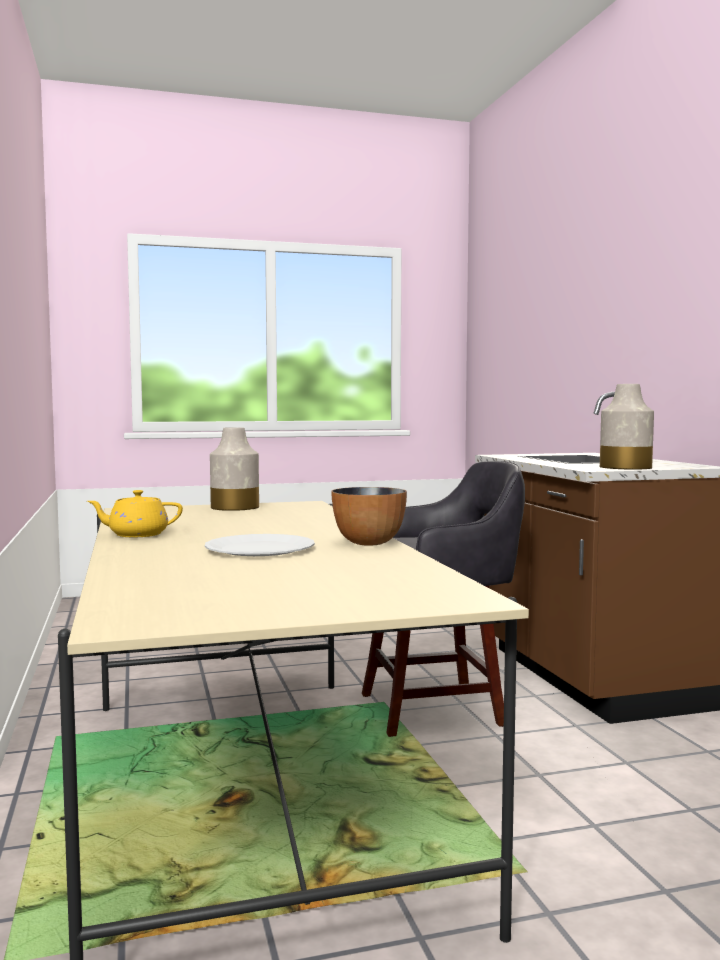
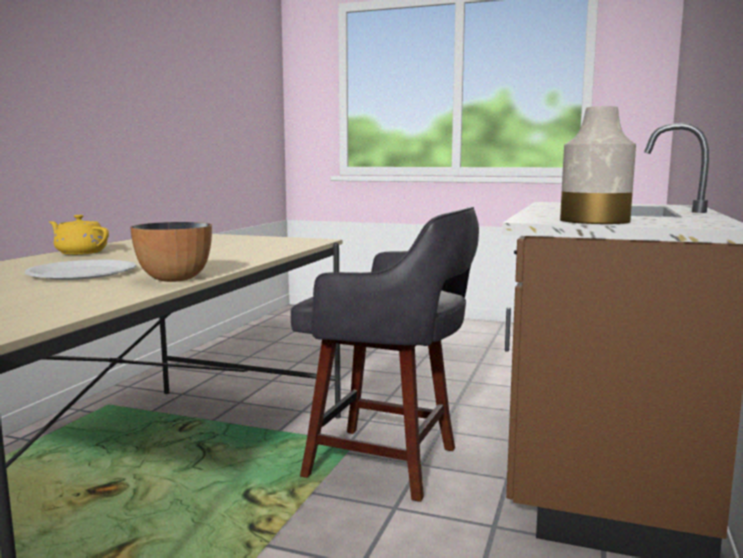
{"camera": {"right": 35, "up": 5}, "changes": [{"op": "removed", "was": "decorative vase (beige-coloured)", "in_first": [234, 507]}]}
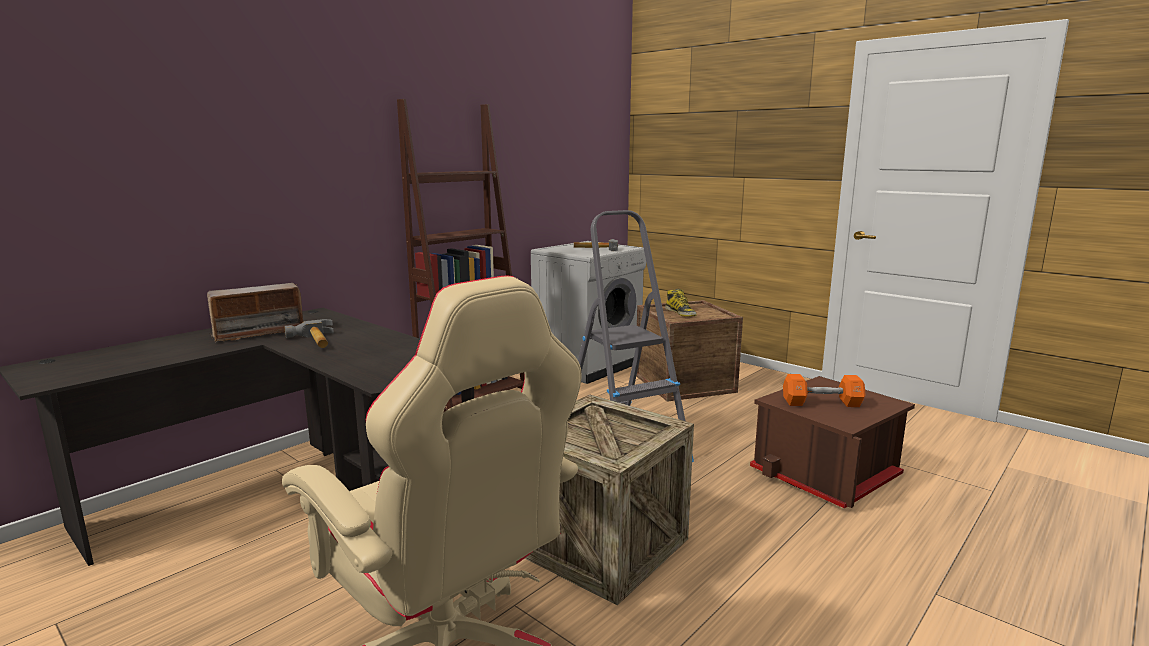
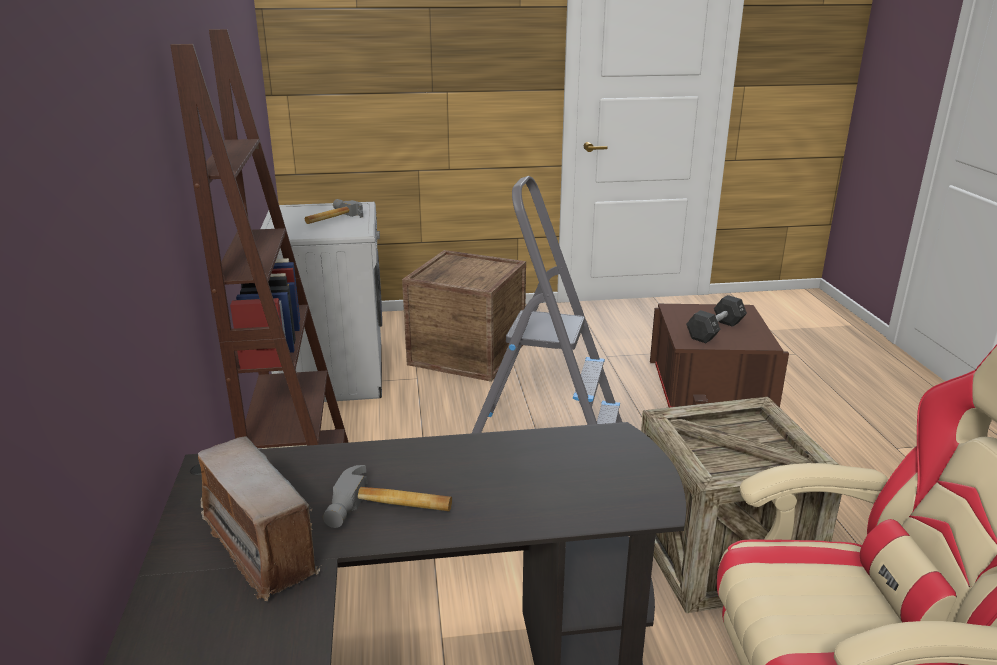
{"camera": {"right": -50, "up": 10}, "changes": [{"op": "turned", "was": "radio set", "in_first": [259, 333], "in_second": [261, 546], "clockwise": 135}, {"op": "recoloured", "was": "free weight (orangey)", "now": "free weight (blackish)", "in_first": [822, 403], "in_second": [715, 330]}, {"op": "removed", "was": "boot", "in_first": [681, 313]}]}
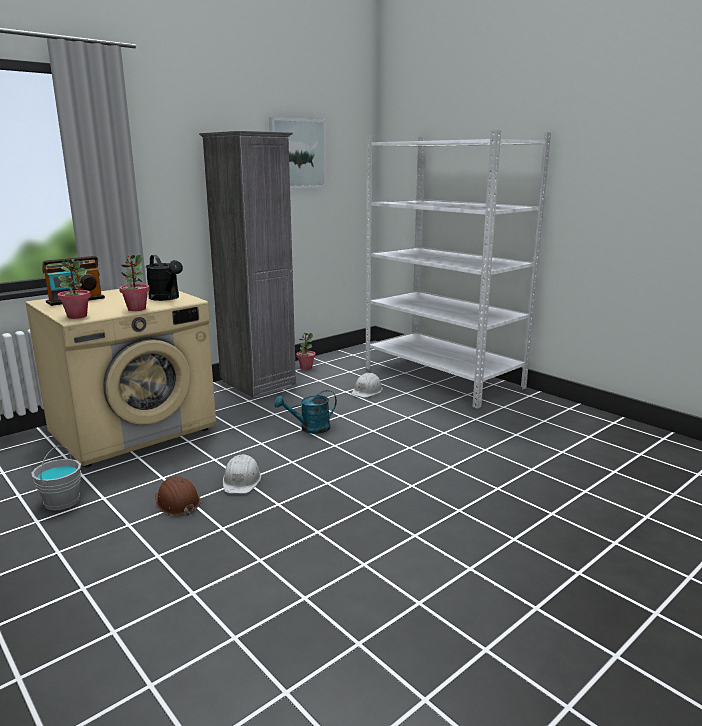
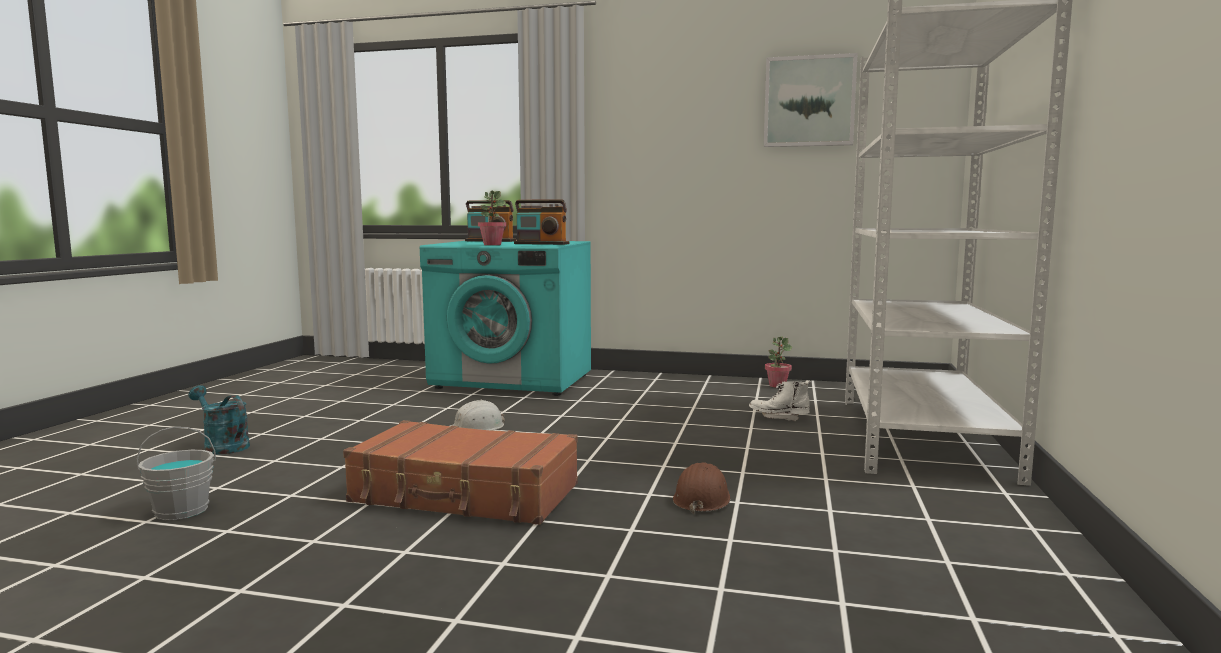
{"camera": {"right": 55, "up": -10}, "changes": [{"op": "moved", "was": "bucket (greyish)", "in_first": [61, 501], "in_second": [182, 510]}, {"op": "moved", "was": "watering can (turquoise)", "in_first": [310, 428], "in_second": [222, 446]}, {"op": "added", "now": "suitcase (brown-coloured)", "in_second": [465, 494]}, {"op": "recoloured", "was": "laundry machine (beige-coloured)", "now": "laundry machine (turquoise)", "in_first": [135, 433], "in_second": [513, 382]}, {"op": "replaced", "was": "watering can (blackish)", "now": "radio set", "in_first": [166, 298], "in_second": [541, 244]}, {"op": "moved", "was": "safety helmet (brown-coloured)", "in_first": [177, 502], "in_second": [701, 498]}, {"op": "replaced", "was": "safety helmet (whitish)", "now": "boot (whitish)", "in_first": [367, 391], "in_second": [779, 417]}, {"op": "removed", "was": "plant in a pot", "in_first": [77, 316]}, {"op": "removed", "was": "cabinet (greyish)", "in_first": [259, 383]}]}
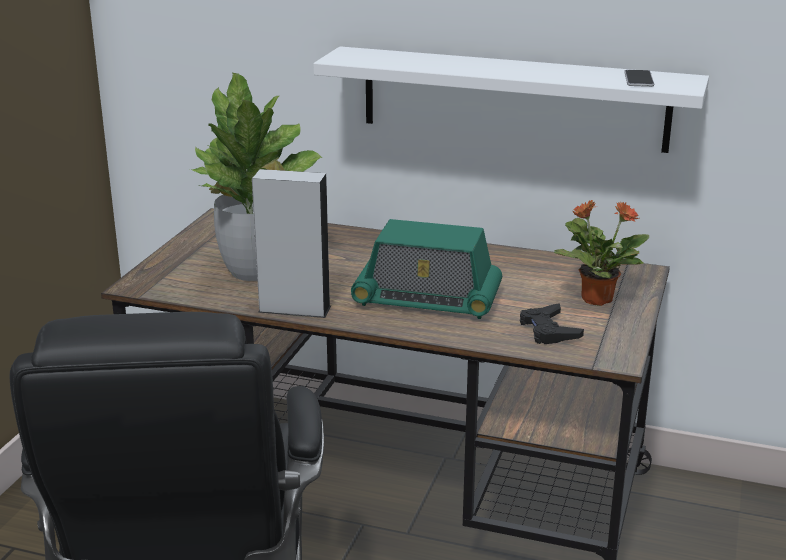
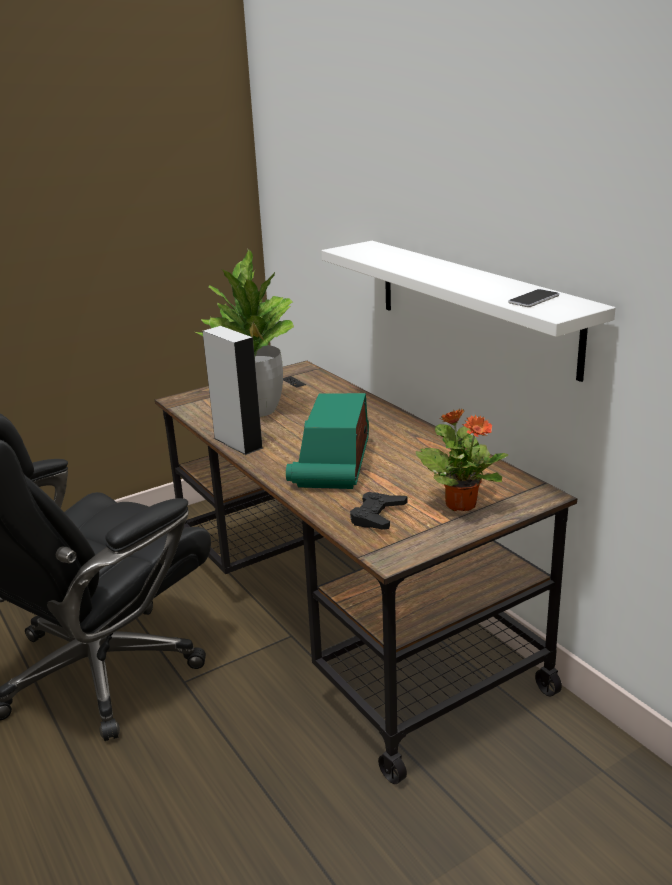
{"camera": {"right": 40, "up": 0}, "changes": [{"op": "turned", "was": "radio set", "in_first": [427, 299], "in_second": [332, 463], "clockwise": 45}]}
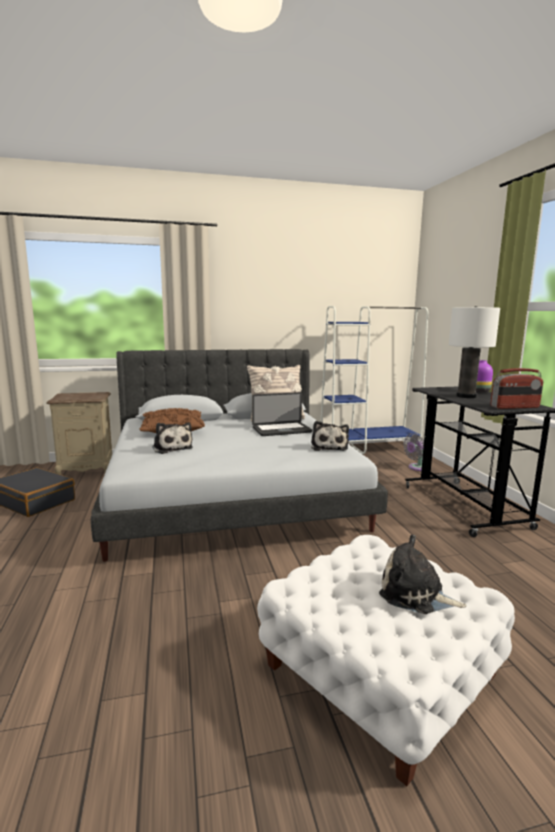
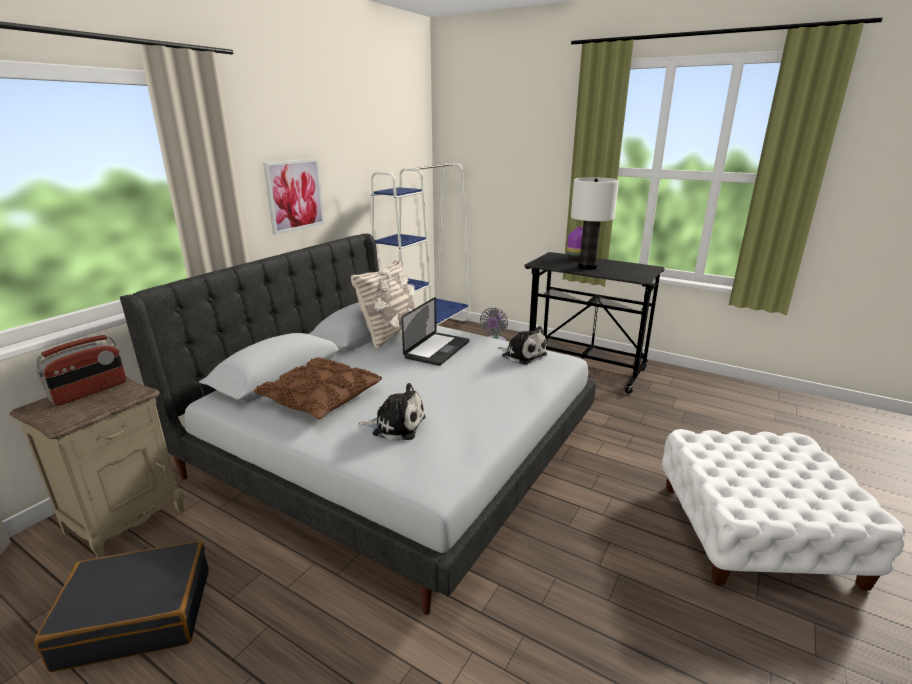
{"camera": {"right": -45, "up": 10}, "changes": [{"op": "moved", "was": "radio set", "in_first": [515, 407], "in_second": [90, 391]}, {"op": "added", "now": "picture", "in_second": [295, 195]}, {"op": "removed", "was": "cuddly toy", "in_first": [415, 594]}]}
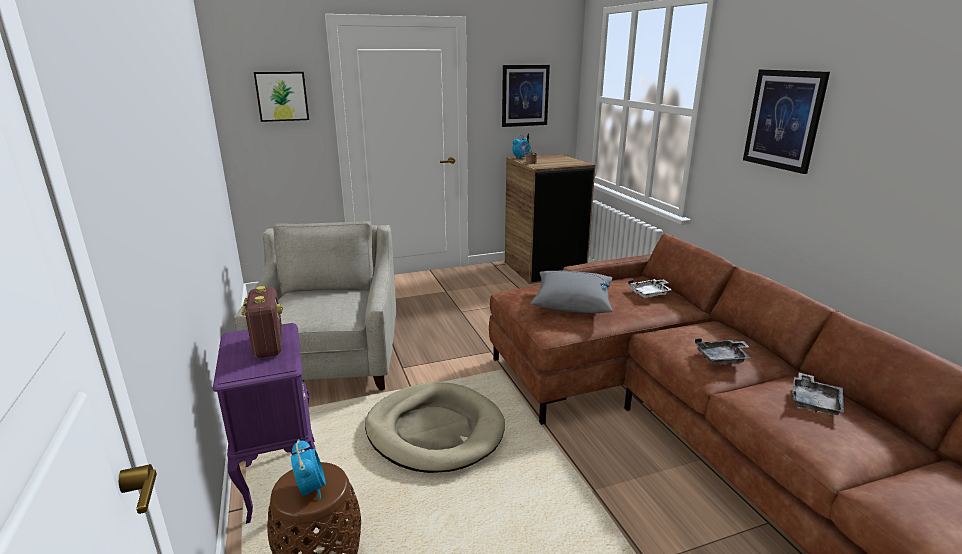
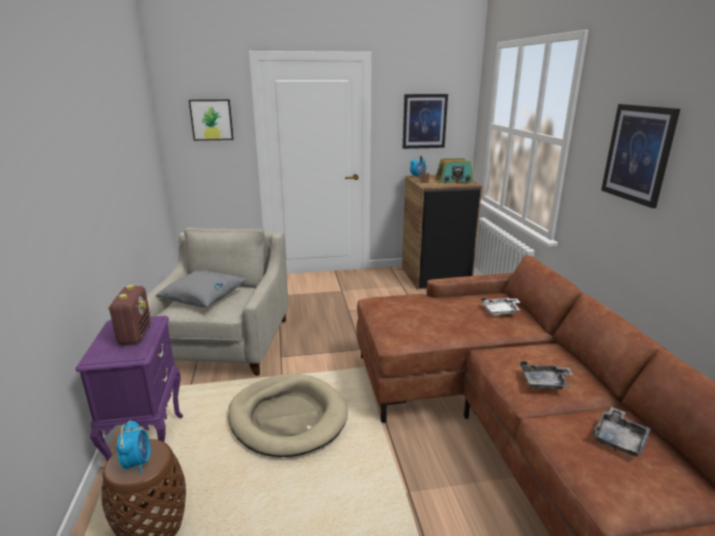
{"camera": {"right": 10, "up": 0}, "changes": [{"op": "moved", "was": "cushion (greyish)", "in_first": [572, 304], "in_second": [203, 298]}, {"op": "added", "now": "radio set", "in_second": [454, 181]}]}
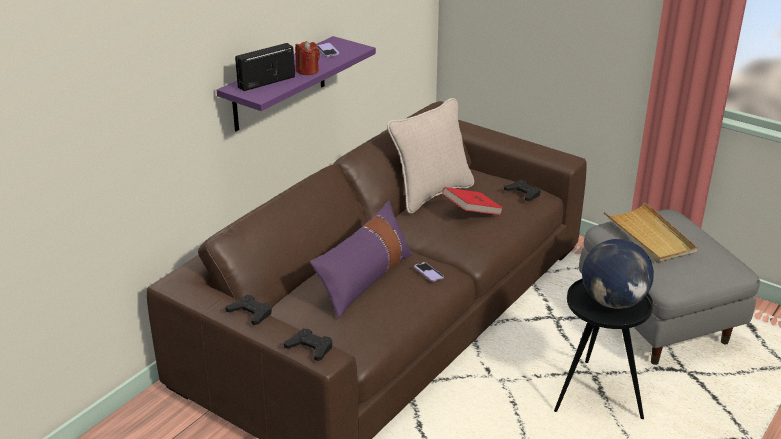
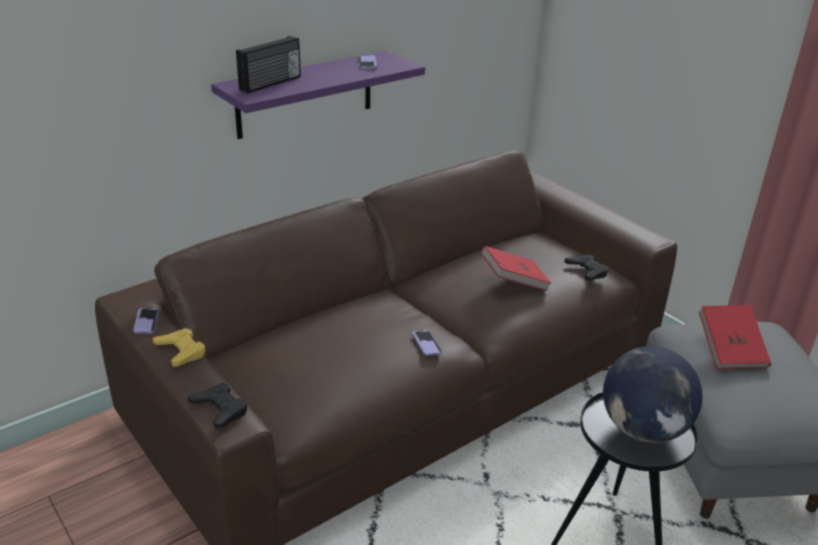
{"camera": {"right": 15, "up": 0}, "changes": [{"op": "added", "now": "phone", "in_second": [146, 322]}, {"op": "recoloured", "was": "game controller (blackish)", "now": "game controller (yellowish)", "in_first": [250, 313], "in_second": [181, 351]}, {"op": "turned", "was": "radio set", "in_first": [266, 82], "in_second": [271, 83], "clockwise": 150}, {"op": "replaced", "was": "carrying tray (beige-coloured)", "now": "volume (reddish)", "in_first": [649, 236], "in_second": [730, 351]}, {"op": "removed", "was": "wax light (reddish)", "in_first": [307, 71]}, {"op": "removed", "was": "cushion (purplish)", "in_first": [365, 280]}, {"op": "removed", "was": "cushion (beige-coloured)", "in_first": [431, 193]}]}
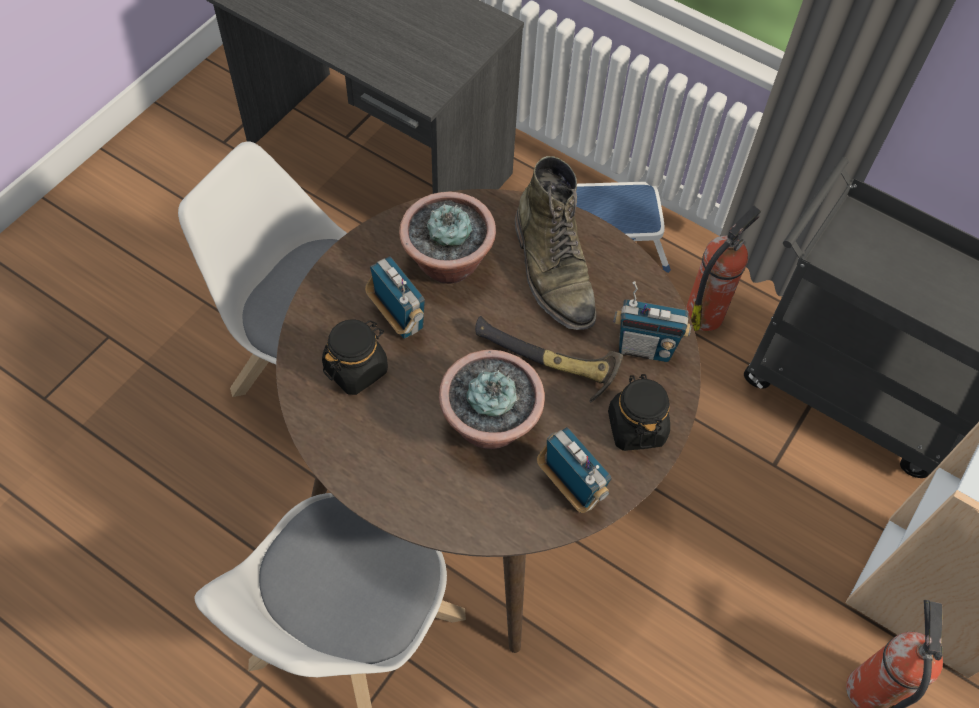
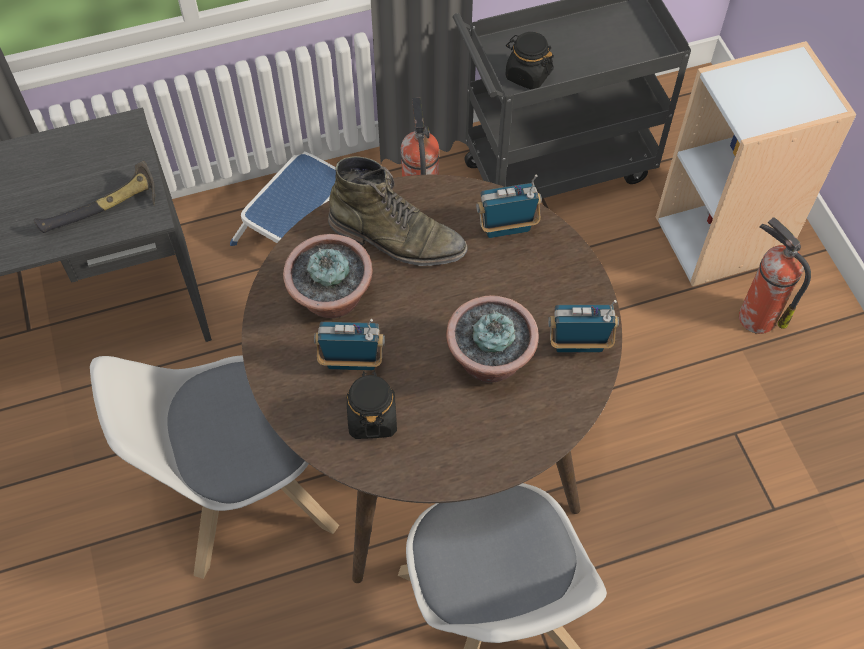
{"camera": {"right": -50, "up": 0}, "changes": [{"op": "moved", "was": "hammer", "in_first": [547, 365], "in_second": [105, 211]}, {"op": "turned", "was": "radio set", "in_first": [644, 347], "in_second": [506, 228], "clockwise": -150}, {"op": "moved", "was": "storage jar (blackish)", "in_first": [636, 427], "in_second": [527, 75]}]}
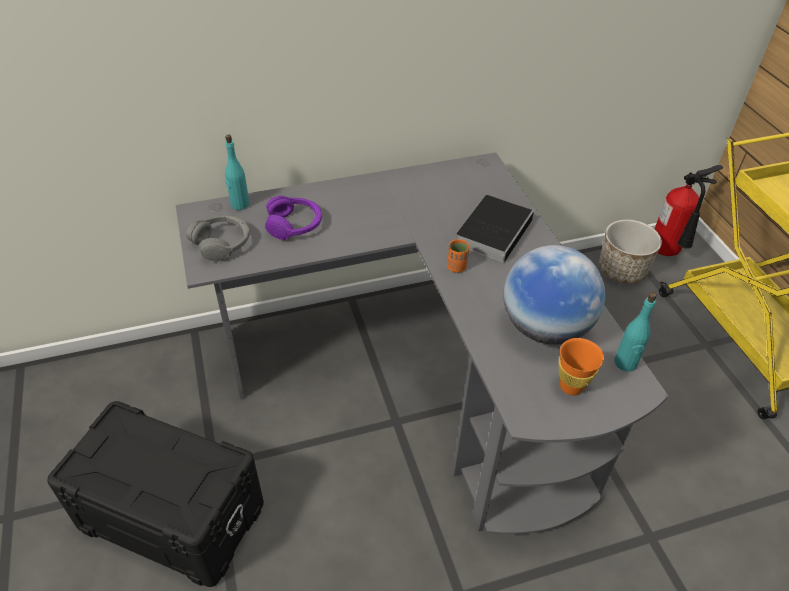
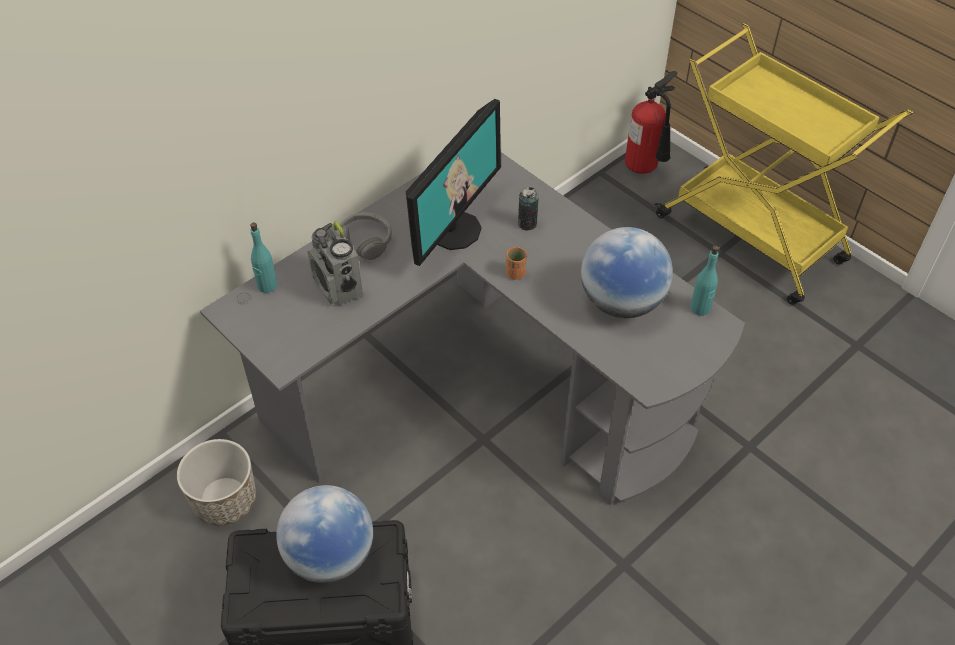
{"camera": {"right": -25, "up": 5}, "changes": [{"op": "moved", "was": "planter", "in_first": [622, 270], "in_second": [225, 500]}, {"op": "added", "now": "desk globe", "in_second": [330, 555]}, {"op": "replaced", "was": "headphones (purplish)", "now": "radio set", "in_first": [294, 225], "in_second": [338, 287]}, {"op": "moved", "was": "headphones (greyish)", "in_first": [222, 244], "in_second": [365, 242]}, {"op": "added", "now": "monitor", "in_second": [455, 230]}, {"op": "replaced", "was": "volume", "now": "metal can", "in_first": [494, 231], "in_second": [527, 224]}, {"op": "removed", "was": "drinking cup (orangey)", "in_first": [571, 386]}]}
